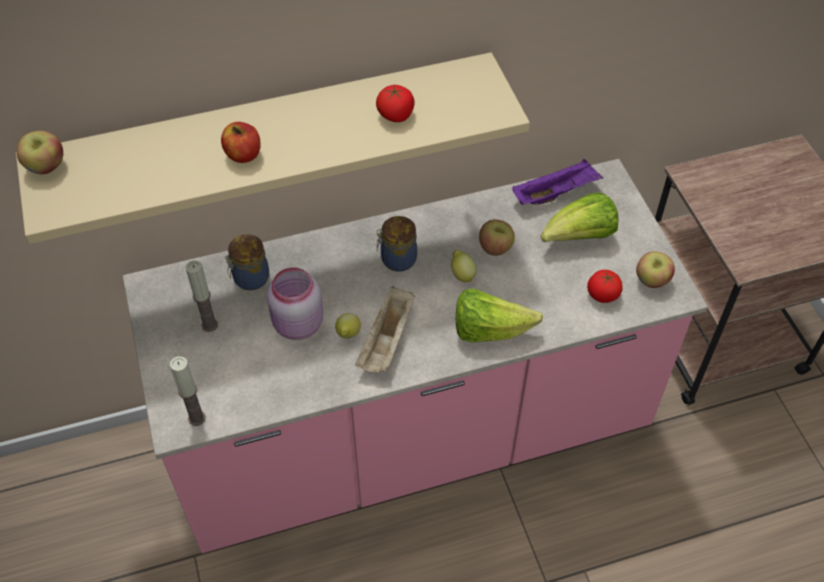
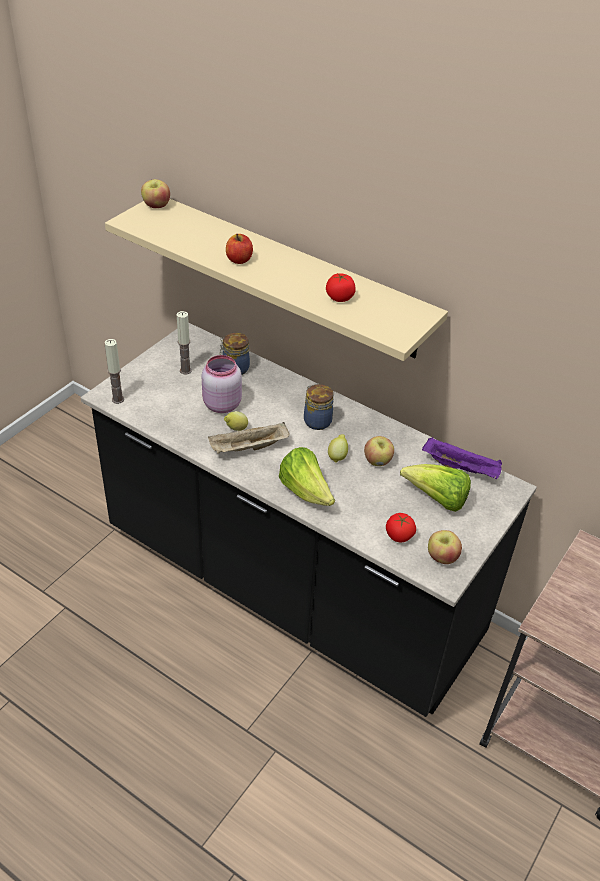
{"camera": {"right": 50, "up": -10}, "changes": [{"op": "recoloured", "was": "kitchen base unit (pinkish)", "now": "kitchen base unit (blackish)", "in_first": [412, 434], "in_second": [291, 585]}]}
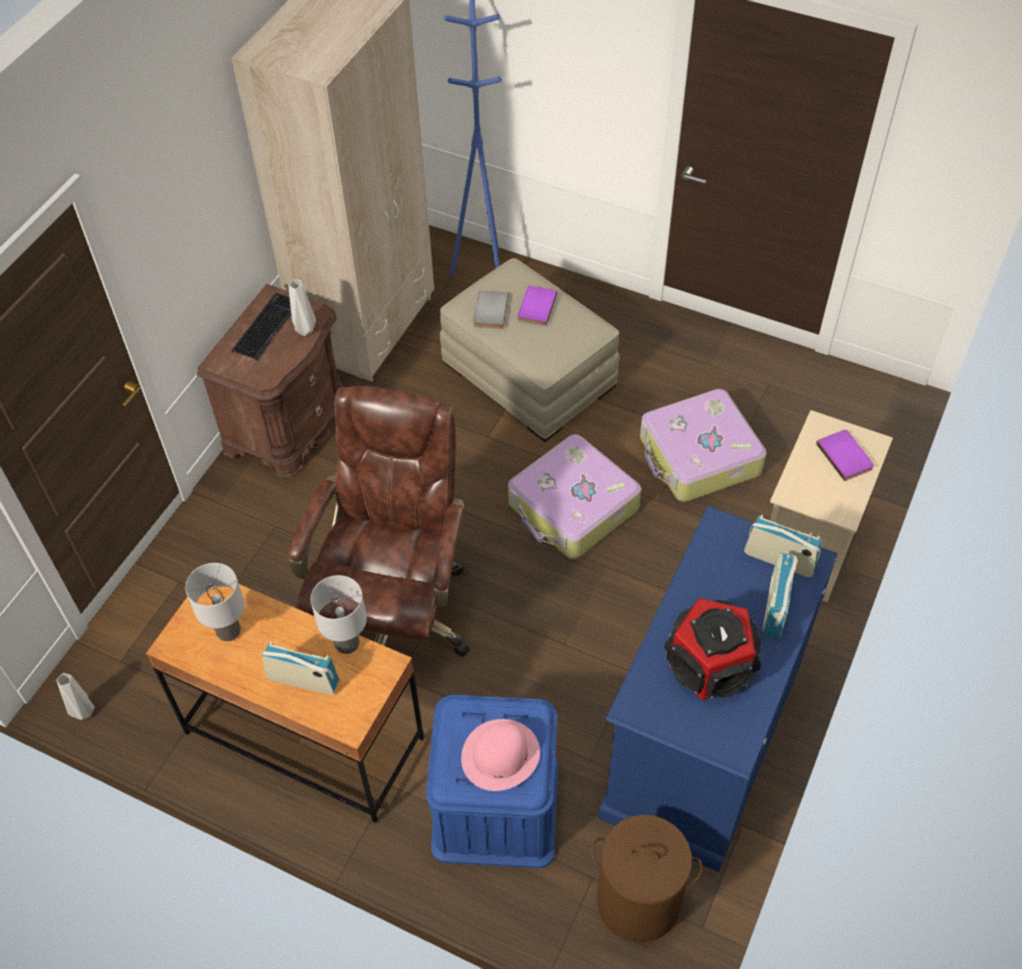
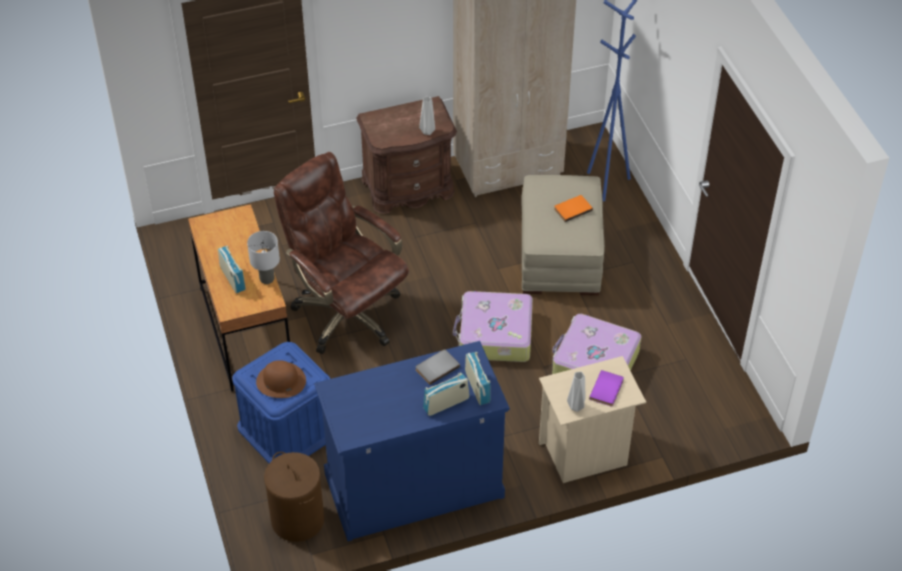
{"camera": {"right": 45, "up": -5}, "changes": [{"op": "recoloured", "was": "hat (pinkish)", "now": "hat (brown-coloured)", "in_first": [500, 755], "in_second": [280, 381]}, {"op": "turned", "was": "office chair (brown-coloured)", "in_first": [395, 615], "in_second": [347, 314], "clockwise": -105}, {"op": "moved", "was": "volume (greyish)", "in_first": [489, 311], "in_second": [436, 367]}, {"op": "recoloured", "was": "volume (purplish)", "now": "volume (orangey)", "in_first": [535, 307], "in_second": [572, 209]}, {"op": "moved", "was": "decorative vase (greyish)", "in_first": [84, 713], "in_second": [575, 407]}, {"op": "removed", "was": "tabletop lamp (whitish)", "in_first": [230, 631]}, {"op": "removed", "was": "keyboard", "in_first": [266, 327]}, {"op": "removed", "was": "audio speaker", "in_first": [710, 664]}]}
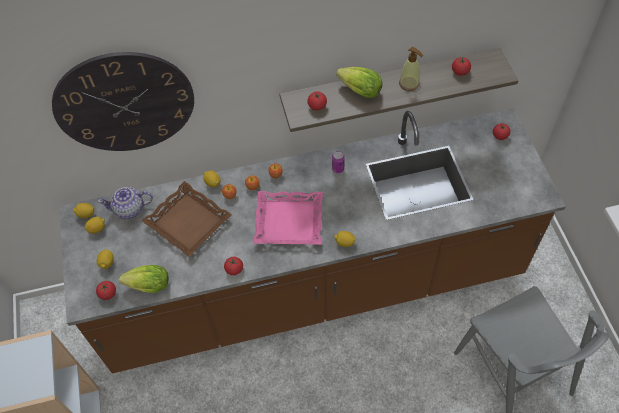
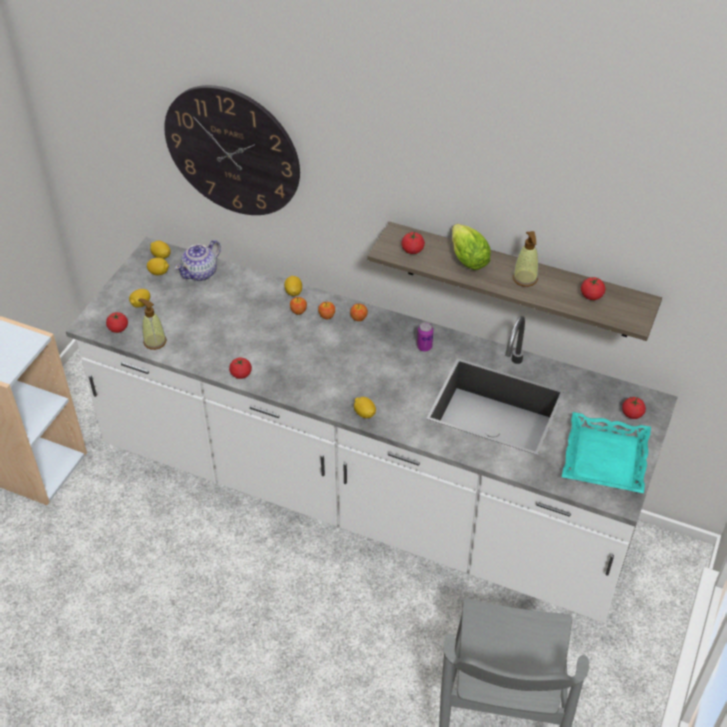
{"camera": {"right": 35, "up": -10}, "changes": [{"op": "recoloured", "was": "kitchen base unit (brown-coloured)", "now": "kitchen base unit (whitish)", "in_first": [313, 286], "in_second": [363, 494]}, {"op": "replaced", "was": "lettuce", "now": "soap dispenser", "in_first": [146, 286], "in_second": [154, 341]}, {"op": "turned", "was": "pot for tea", "in_first": [130, 209], "in_second": [200, 273], "clockwise": -75}, {"op": "added", "now": "carrying tray (turquoise)", "in_second": [606, 459]}, {"op": "removed", "was": "carrying tray (brown-coloured)", "in_first": [187, 222]}, {"op": "removed", "was": "carrying tray (pinkish)", "in_first": [289, 221]}]}
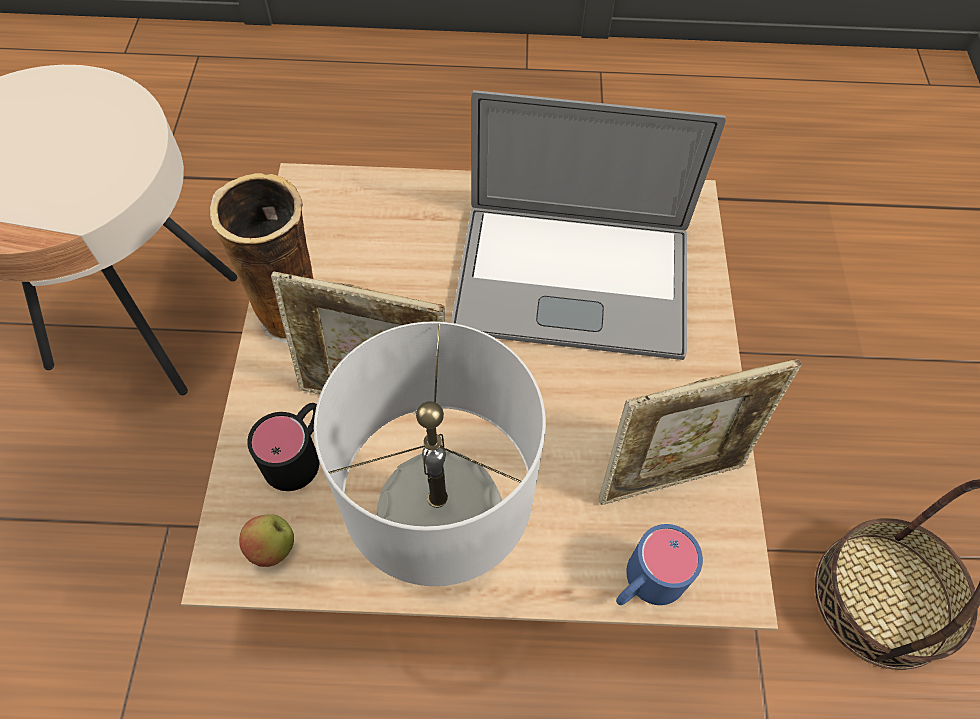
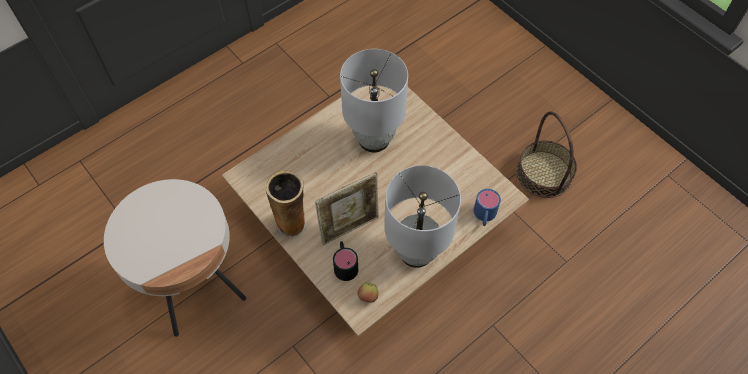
{"camera": {"right": -40, "up": 0}, "changes": [{"op": "replaced", "was": "portable computer", "now": "tabletop lamp (whitish)", "in_first": [572, 280], "in_second": [374, 139]}, {"op": "removed", "was": "photo frame", "in_first": [670, 476]}]}
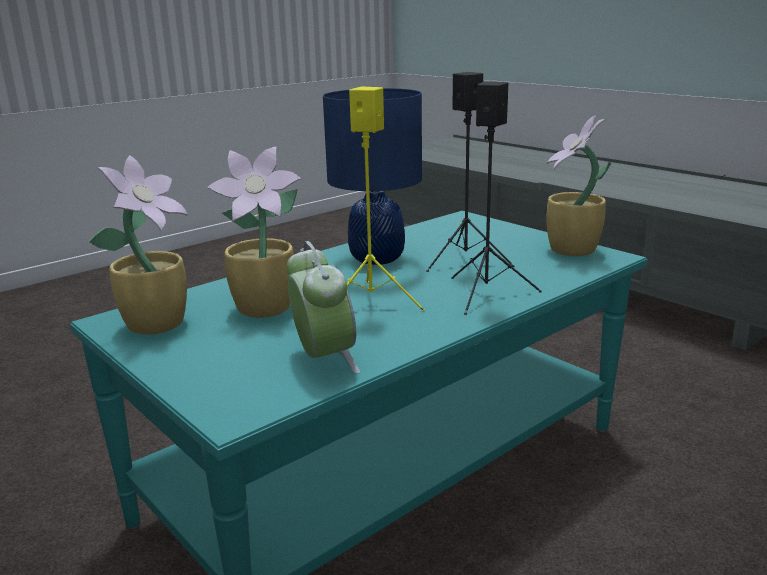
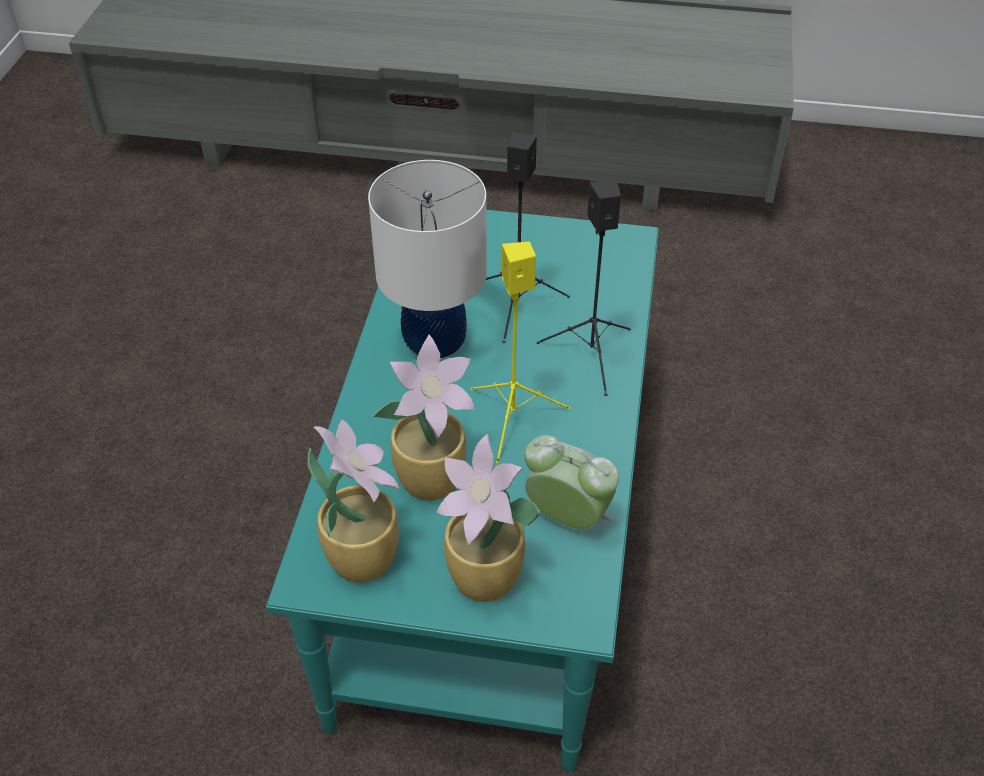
{"camera": {"right": -40, "up": 25}, "changes": [{"op": "recoloured", "was": "tabletop lamp (bluish)", "now": "tabletop lamp (whitish)", "in_first": [378, 260], "in_second": [437, 345]}, {"op": "moved", "was": "plant in a pot", "in_first": [572, 251], "in_second": [485, 581]}]}
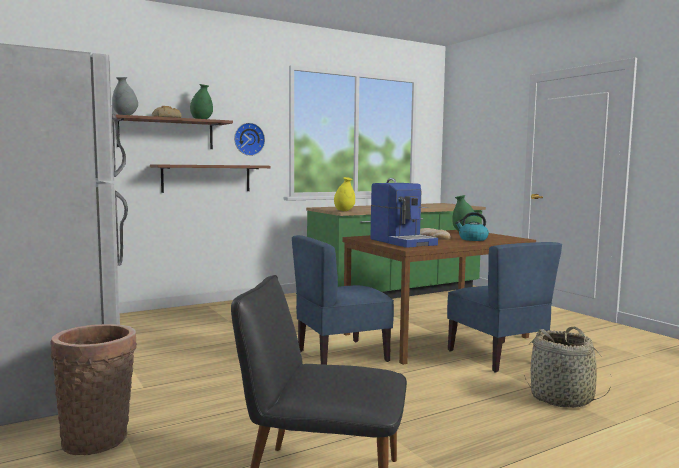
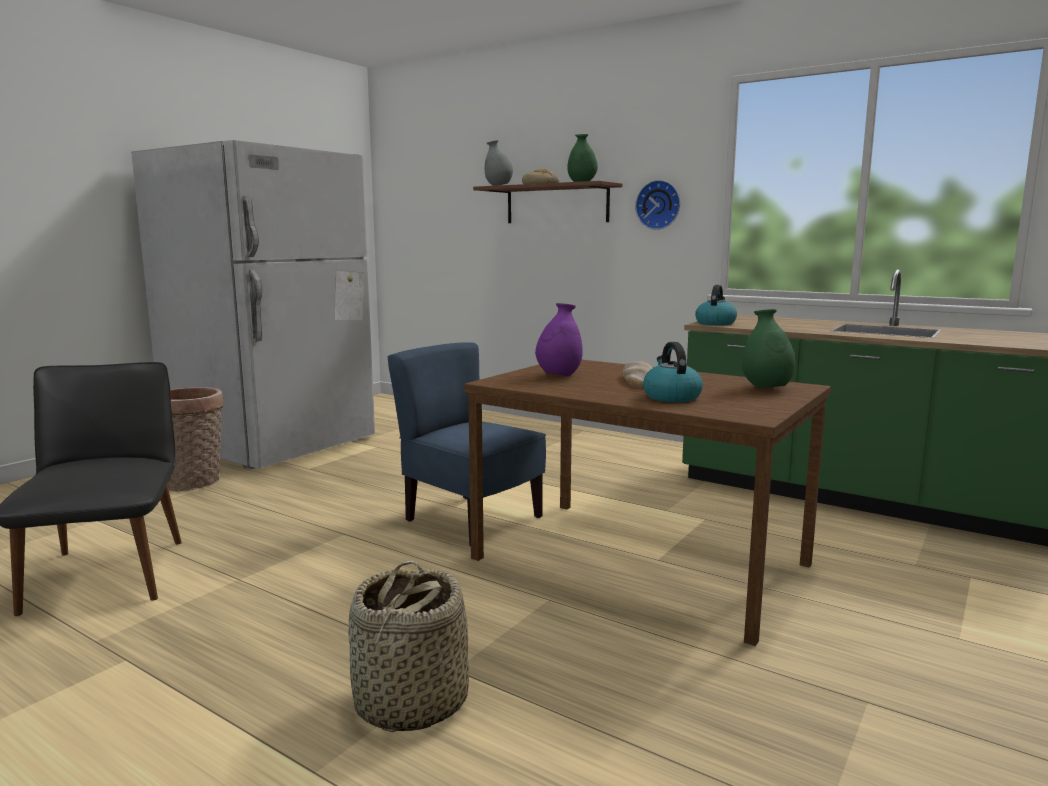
{"camera": {"right": 65, "up": 5}, "changes": [{"op": "replaced", "was": "coffee brewer", "now": "decorative vase (purplish)", "in_first": [403, 242], "in_second": [559, 376]}, {"op": "replaced", "was": "decorative vase (yellowish)", "now": "kettle", "in_first": [344, 211], "in_second": [715, 323]}, {"op": "removed", "was": "wall shelf (brown-coloured)", "in_first": [206, 178]}, {"op": "removed", "was": "upright chair (bluish)", "in_first": [497, 357]}]}
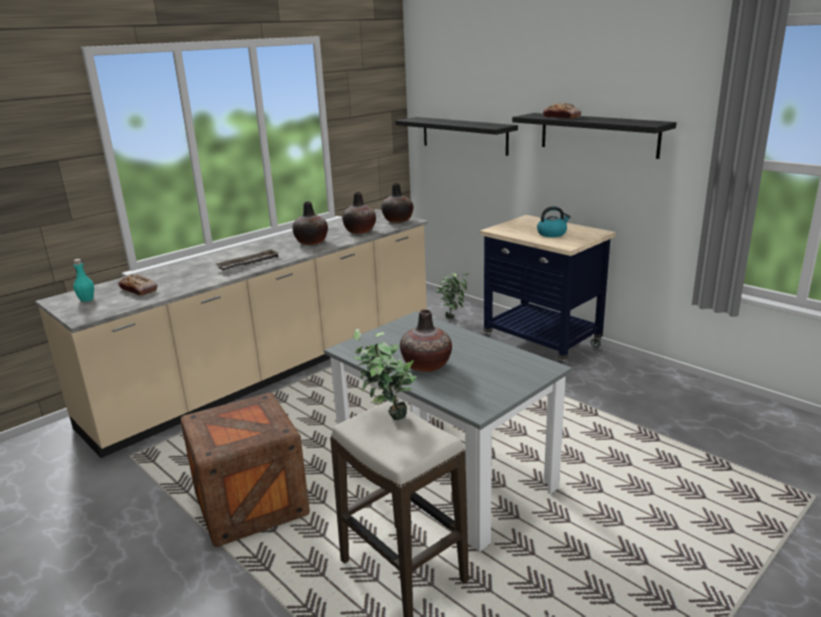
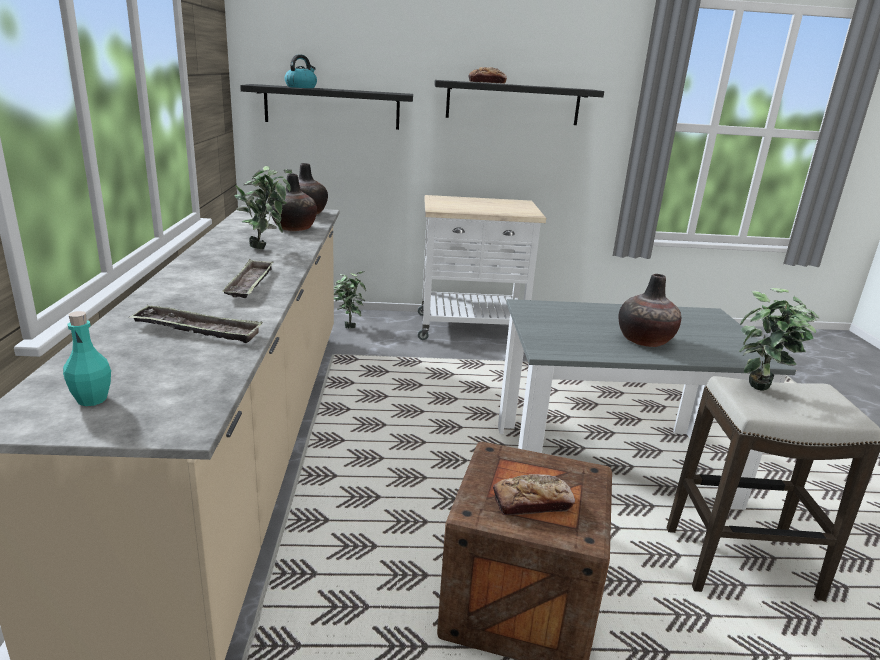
{"camera": {"right": -50, "up": 0}, "changes": [{"op": "added", "now": "carrying tray", "in_second": [197, 330]}, {"op": "replaced", "was": "decorative vase", "now": "plant in a pot", "in_first": [311, 242], "in_second": [266, 247]}, {"op": "moved", "was": "kettle", "in_first": [552, 234], "in_second": [301, 87]}, {"op": "recoloured", "was": "cart (bluish)", "now": "cart (whitish)", "in_first": [542, 344], "in_second": [471, 328]}, {"op": "moved", "was": "baked bread", "in_first": [138, 290], "in_second": [532, 502]}]}
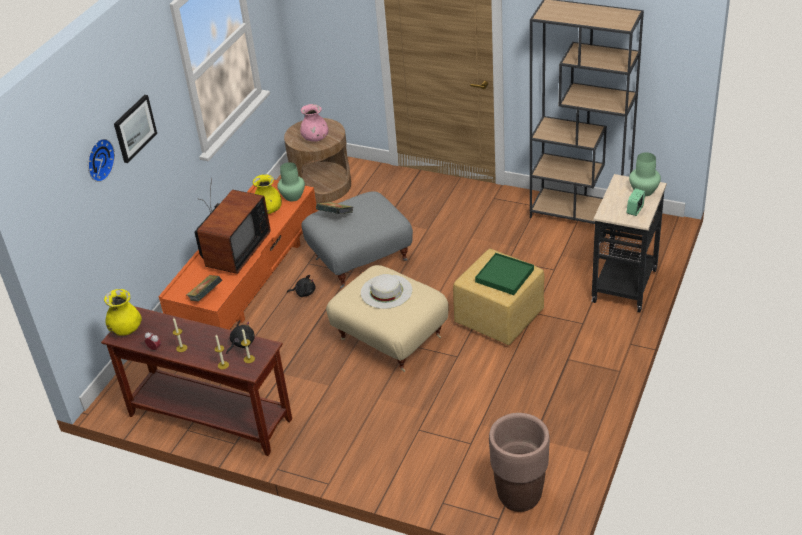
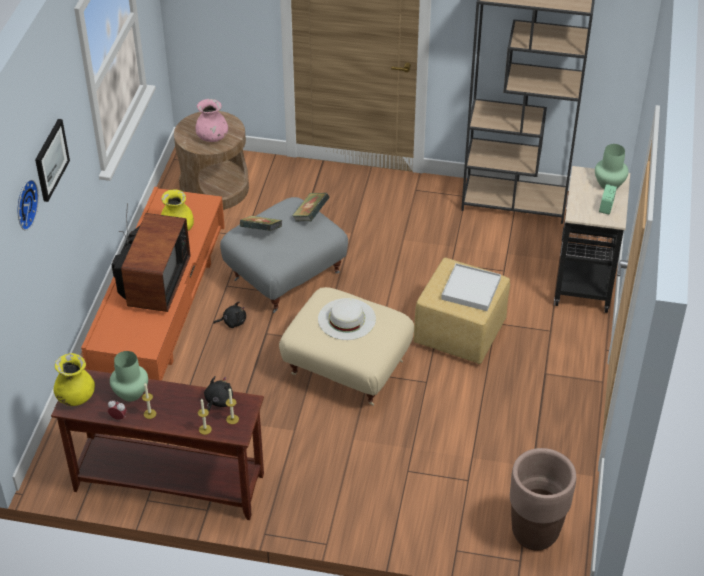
{"camera": {"right": -15, "up": 5}, "changes": [{"op": "moved", "was": "decorative vase (green)", "in_first": [293, 196], "in_second": [131, 392]}, {"op": "moved", "was": "volume", "in_first": [206, 296], "in_second": [311, 215]}, {"op": "recoloured", "was": "carrying tray (green)", "now": "carrying tray (whitish)", "in_first": [504, 276], "in_second": [471, 289]}]}
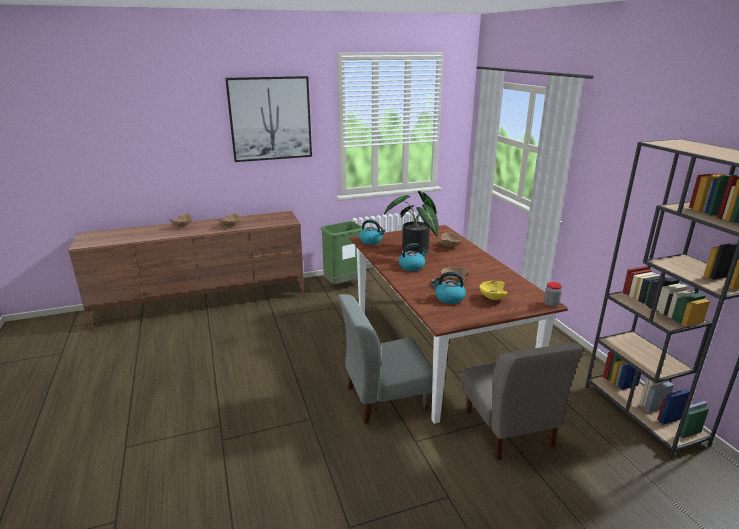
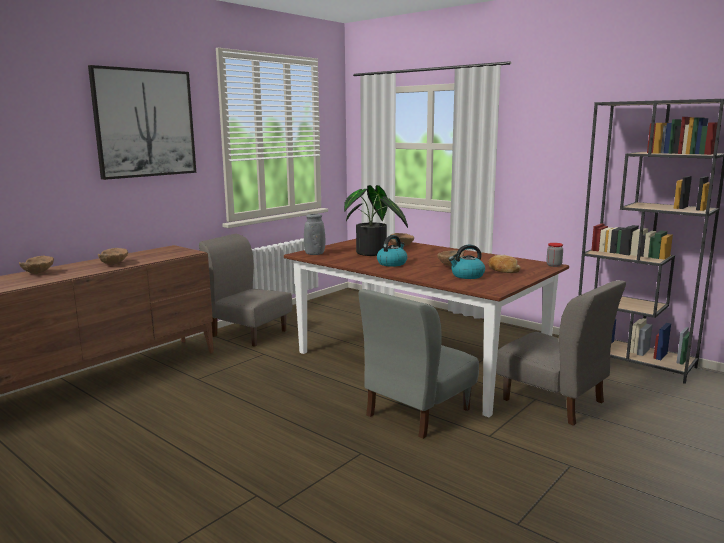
{"camera": {"right": -30, "up": -10}, "changes": [{"op": "replaced", "was": "trash can (green)", "now": "upright chair (greyish)", "in_first": [343, 284], "in_second": [249, 333]}, {"op": "replaced", "was": "kettle", "now": "decorative vase (greyish)", "in_first": [371, 241], "in_second": [314, 254]}, {"op": "replaced", "was": "bowl (yellowish)", "now": "baked bread", "in_first": [491, 298], "in_second": [502, 270]}]}
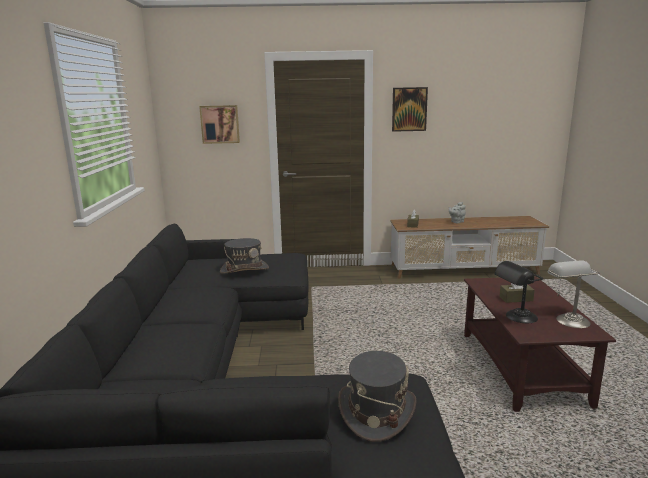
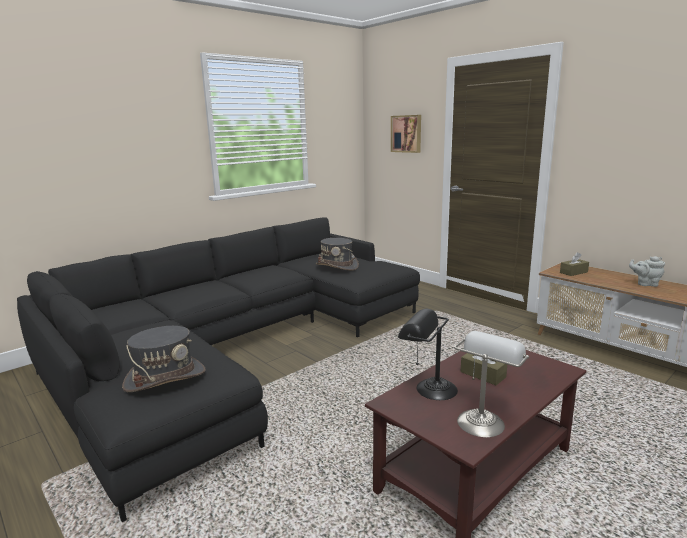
{"camera": {"right": 50, "up": 0}, "changes": [{"op": "removed", "was": "picture", "in_first": [409, 109]}]}
